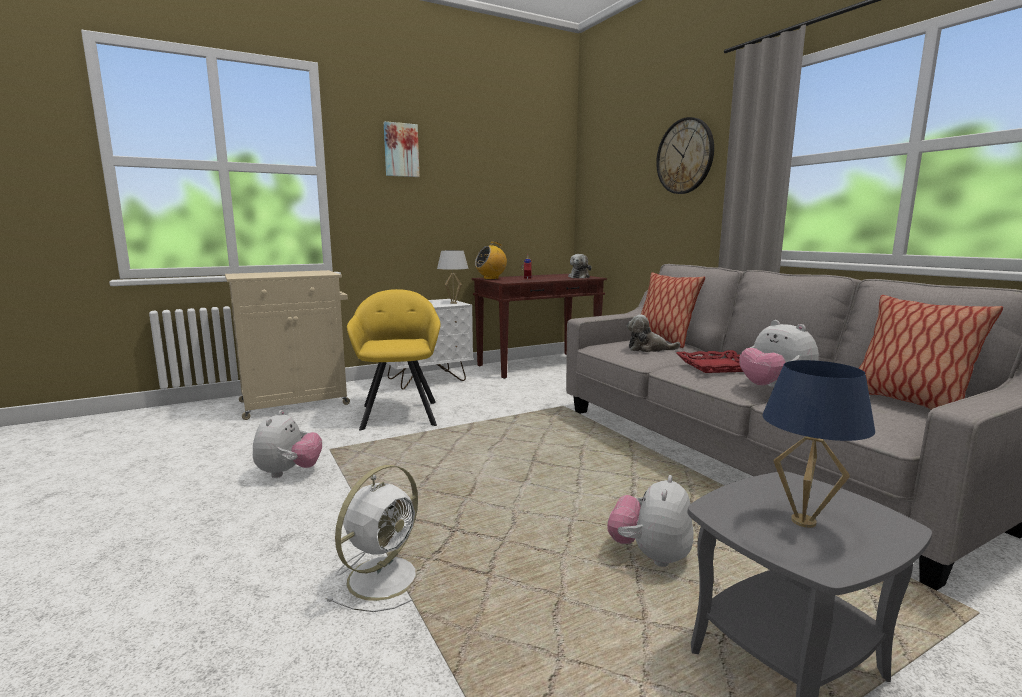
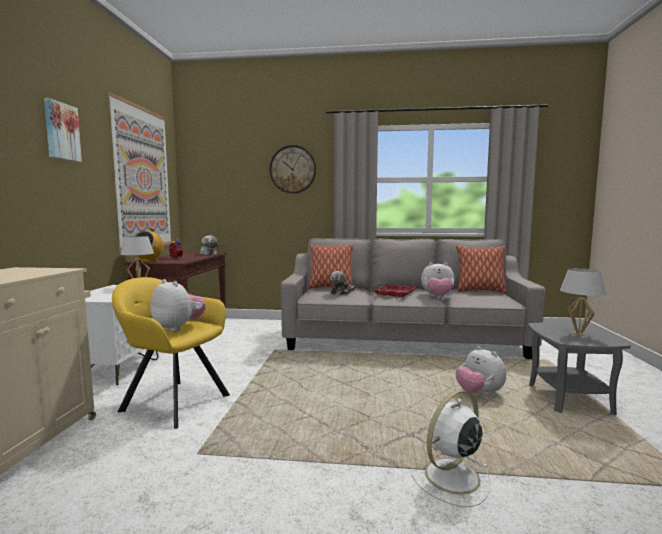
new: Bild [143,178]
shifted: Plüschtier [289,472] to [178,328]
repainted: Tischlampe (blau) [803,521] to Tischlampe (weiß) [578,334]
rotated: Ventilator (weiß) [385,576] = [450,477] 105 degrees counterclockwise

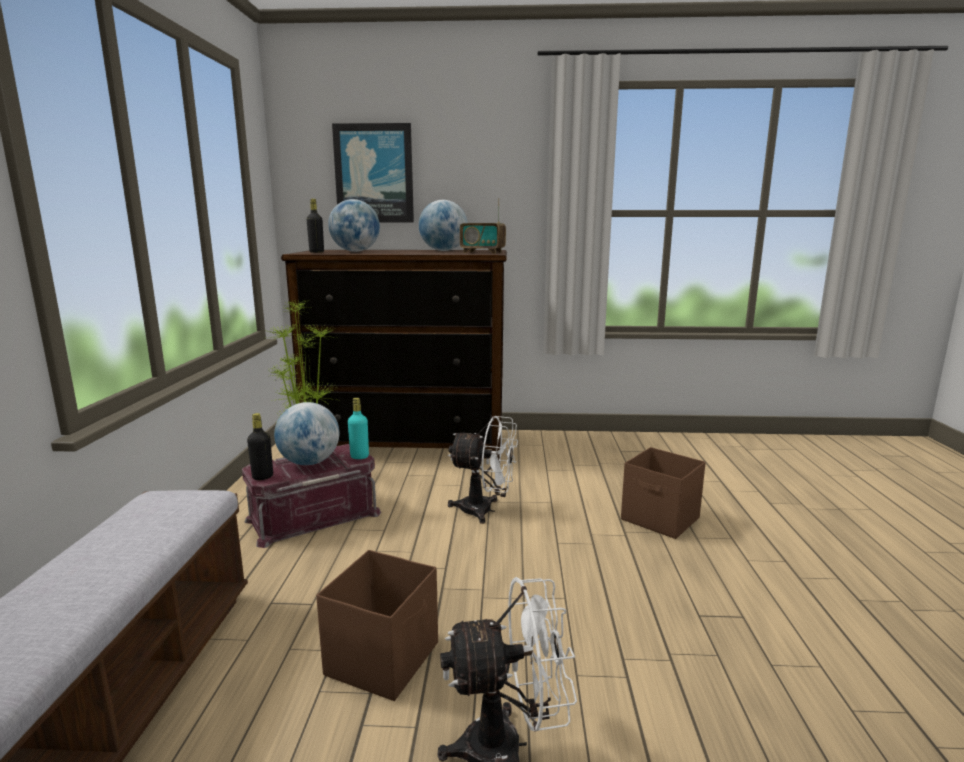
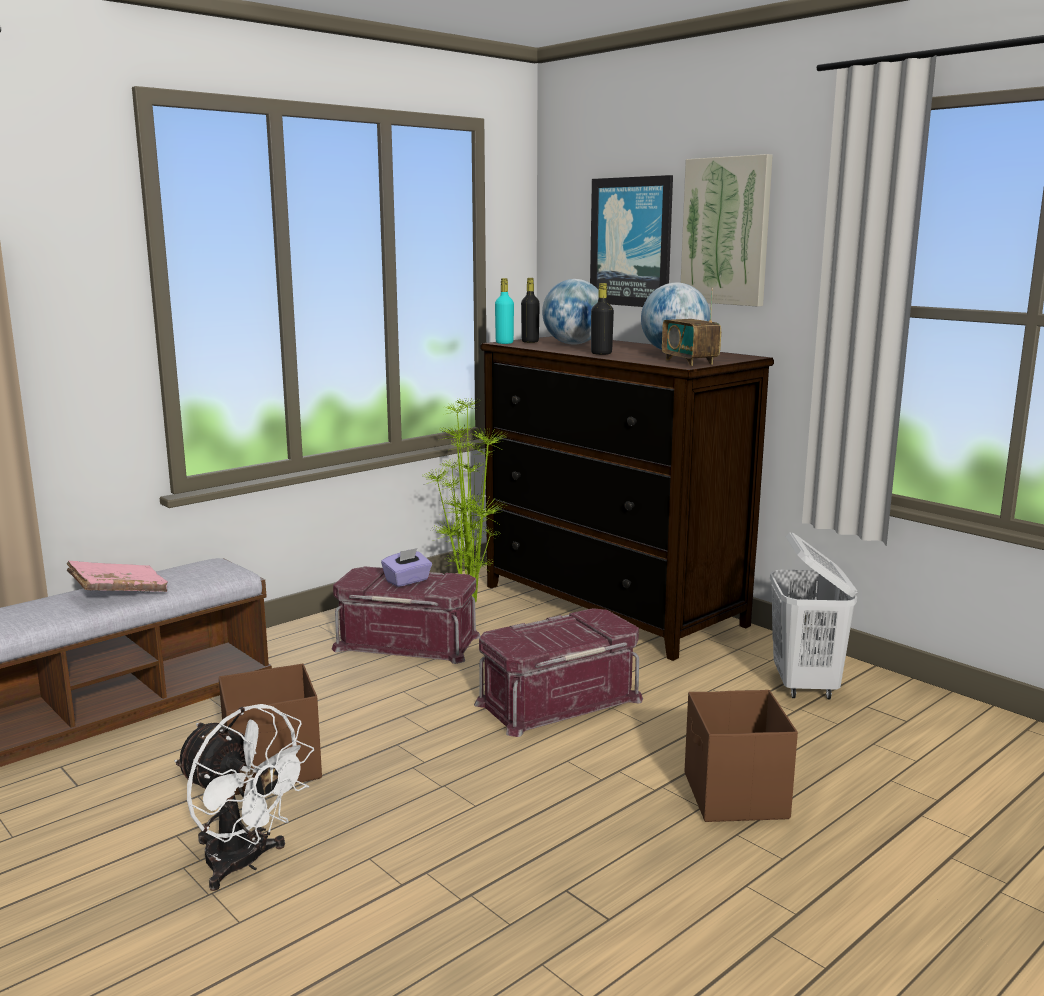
new: Buch (rosa) [119,592]; Bild [726,231]; Wäschekorb (weiß) [805,686]
shifted: Flasche (schwarz) [262,477] to [601,353]; Flasche (türkis) [359,456] to [504,343]
swapped: Globus [309,462] to Taschentuchbox (lila) [407,581]; Ventilator (weiß) [485,510] to Aufbewahrungsbox (rot) [558,700]

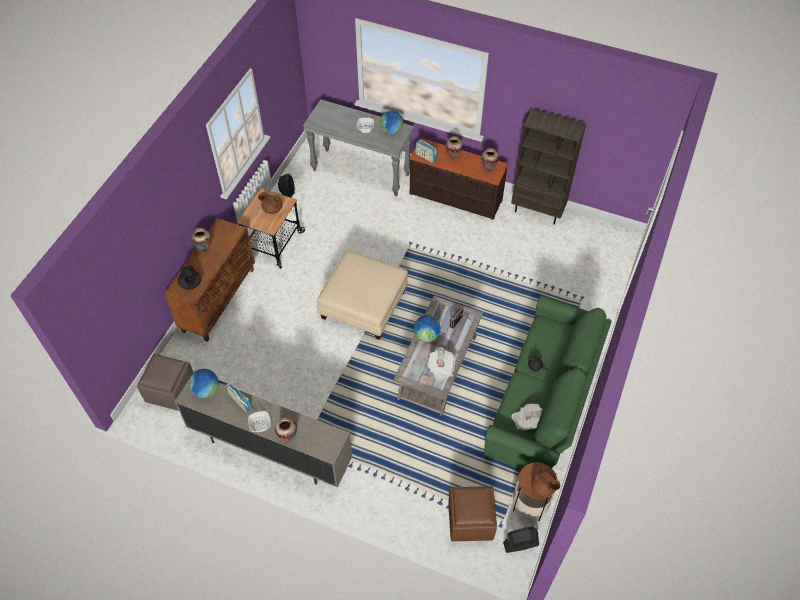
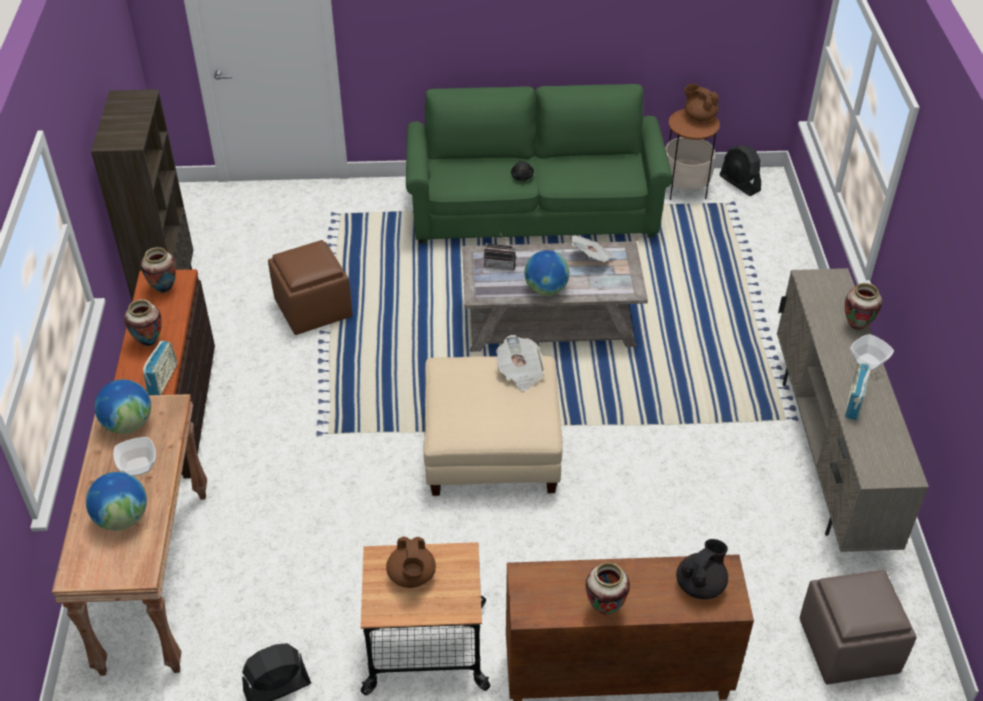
shifted: Globus [206,390] to [122,518]; Polsterhocker (braun) [470,521] to [314,309]; Zeitung [526,420] to [520,373]
repainted: Konsolentisch (grau) [361,172] to Konsolentisch (braun) [154,579]
rotated: Teekanne (braun) [543,487] = [699,116] 75 degrees counterclockwise

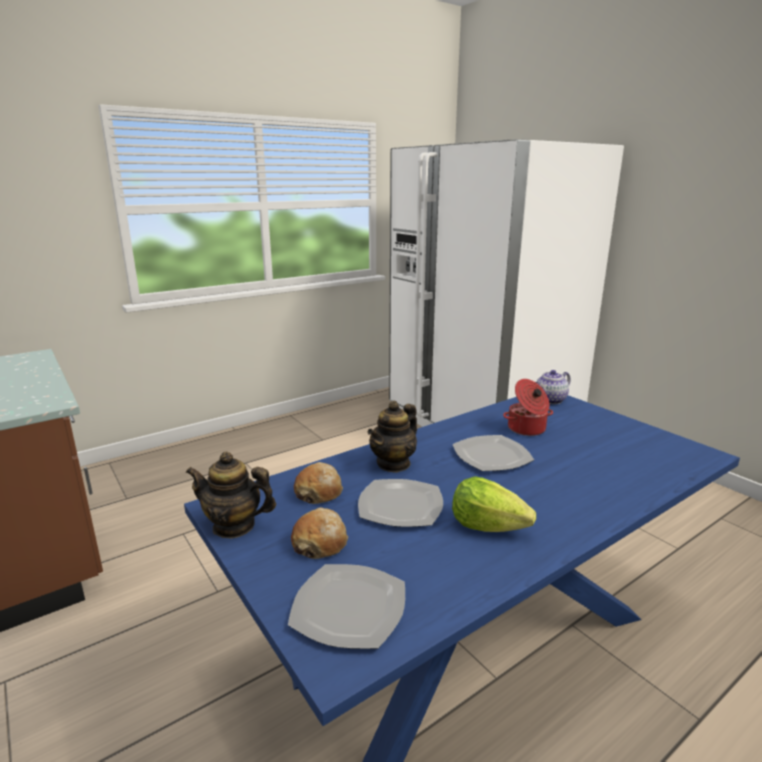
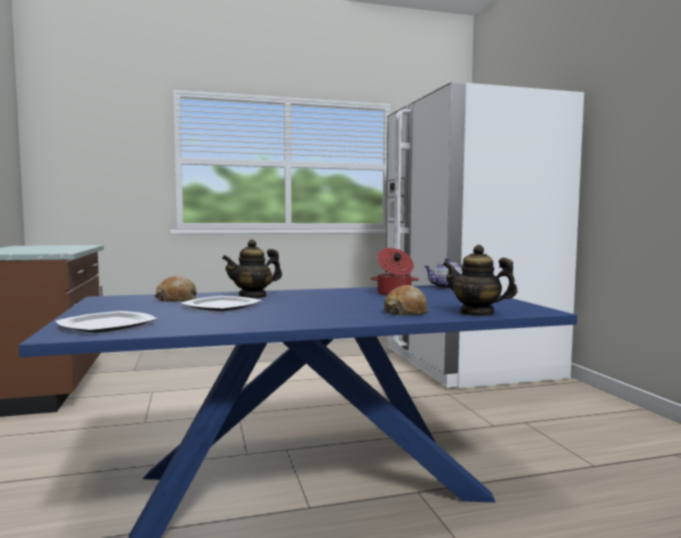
gone: Salatkopf [487,526]; Teller [490,455]
shifted: Teekanne [234,526] to [477,313]; Brot [320,543] to [406,312]

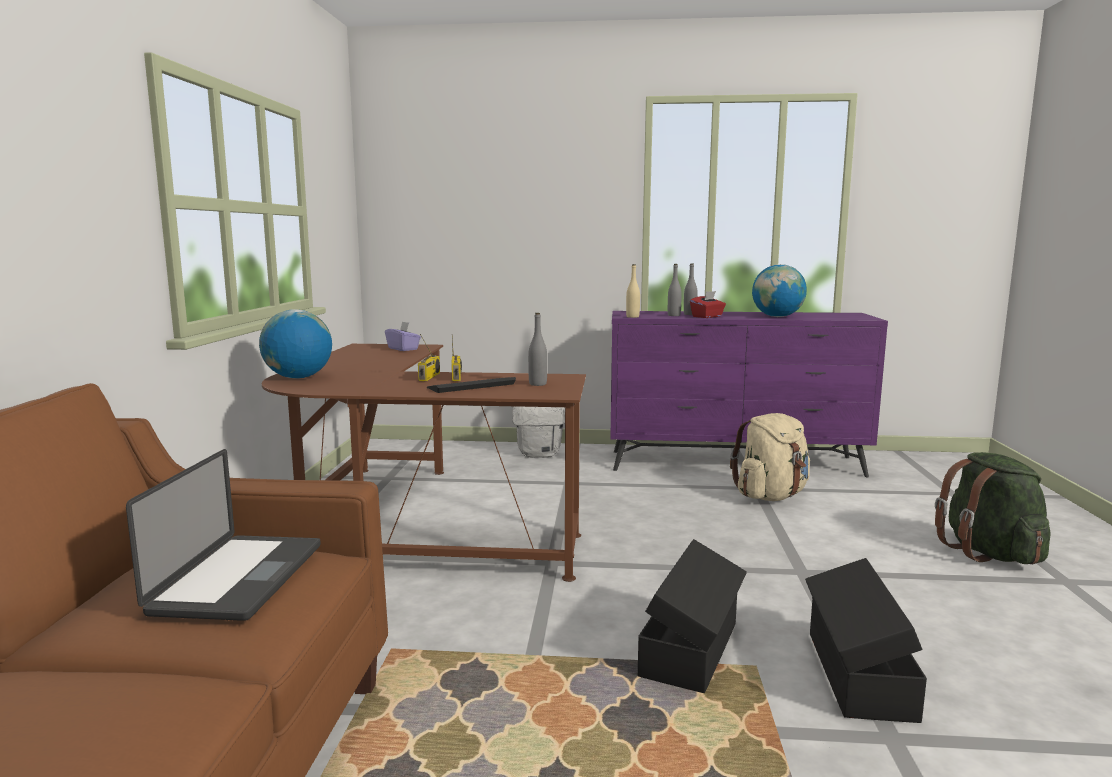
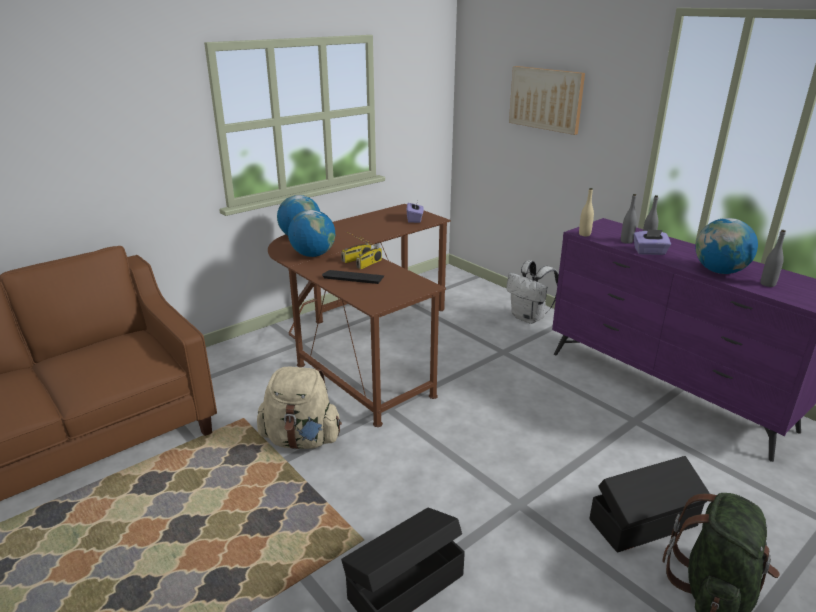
gone: Laptop [239,578]
new: Globus [313,255]; Bild [546,99]
shifted: Flasche (grau) [537,384] to [767,284]; Aufbewahrungsbox (schwarz) [692,649] to [645,523]; Rucksack (beige) [771,496] to [301,439]
repainted: Taschentuchbox (rot) [707,317] to Taschentuchbox (lila) [649,252]

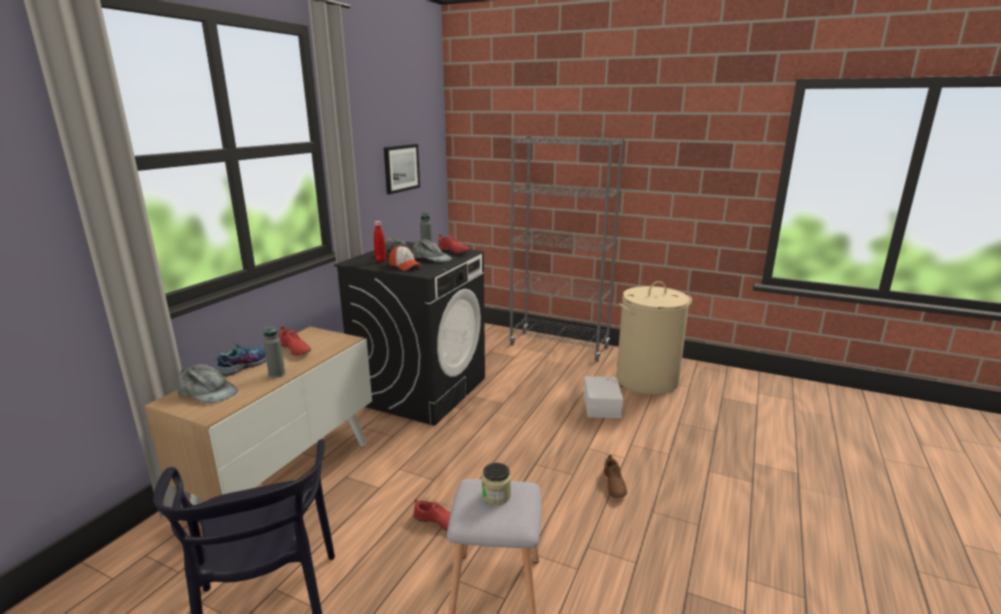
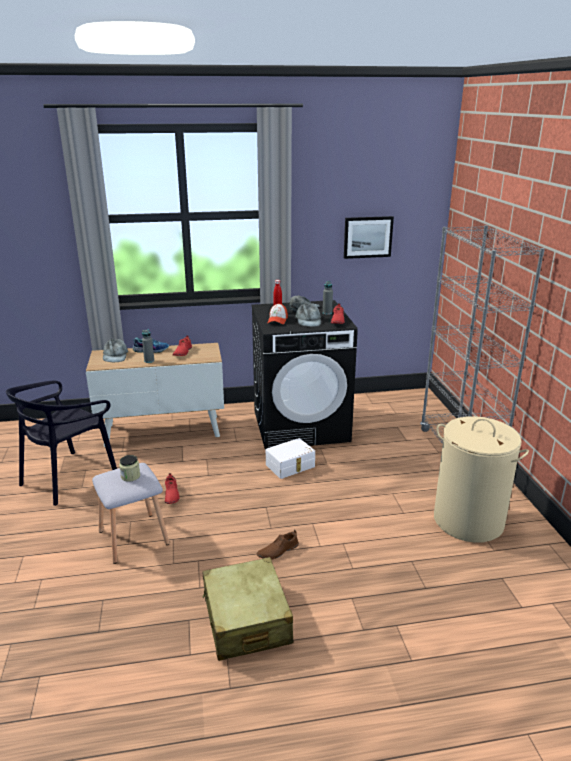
new: Koffer (beige) [246,620]
shifted: Aufbewahrungsbox (weiß) [603,405] to [291,466]

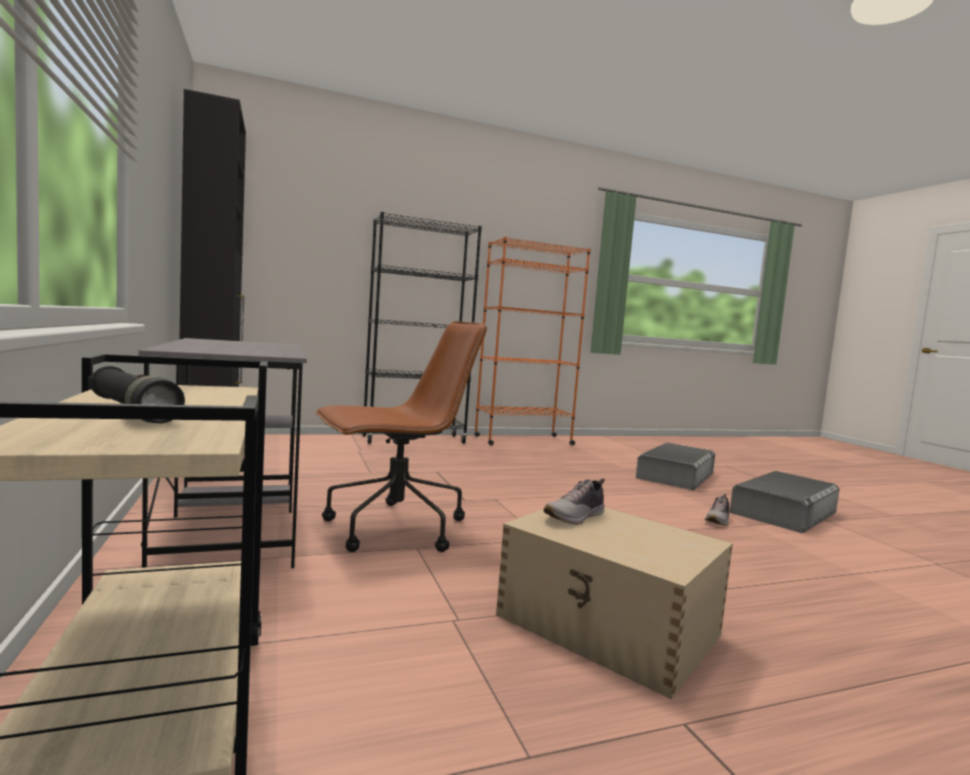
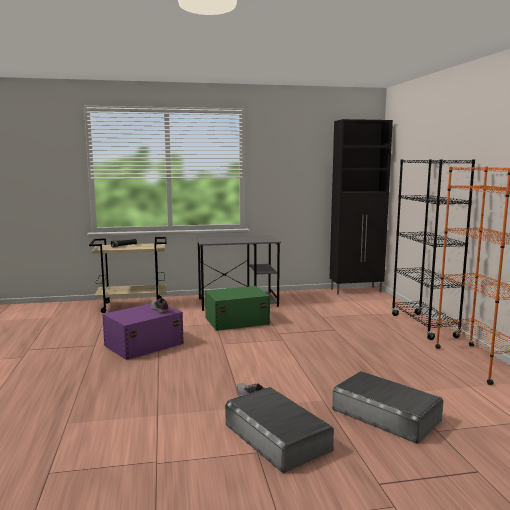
swapped: Bürostuhl (braun) [393,529] to Aufbewahrungsbox (grün) [236,321]
repainted: Aufbewahrungsbox (beige) [609,626] to Aufbewahrungsbox (lila) [143,344]

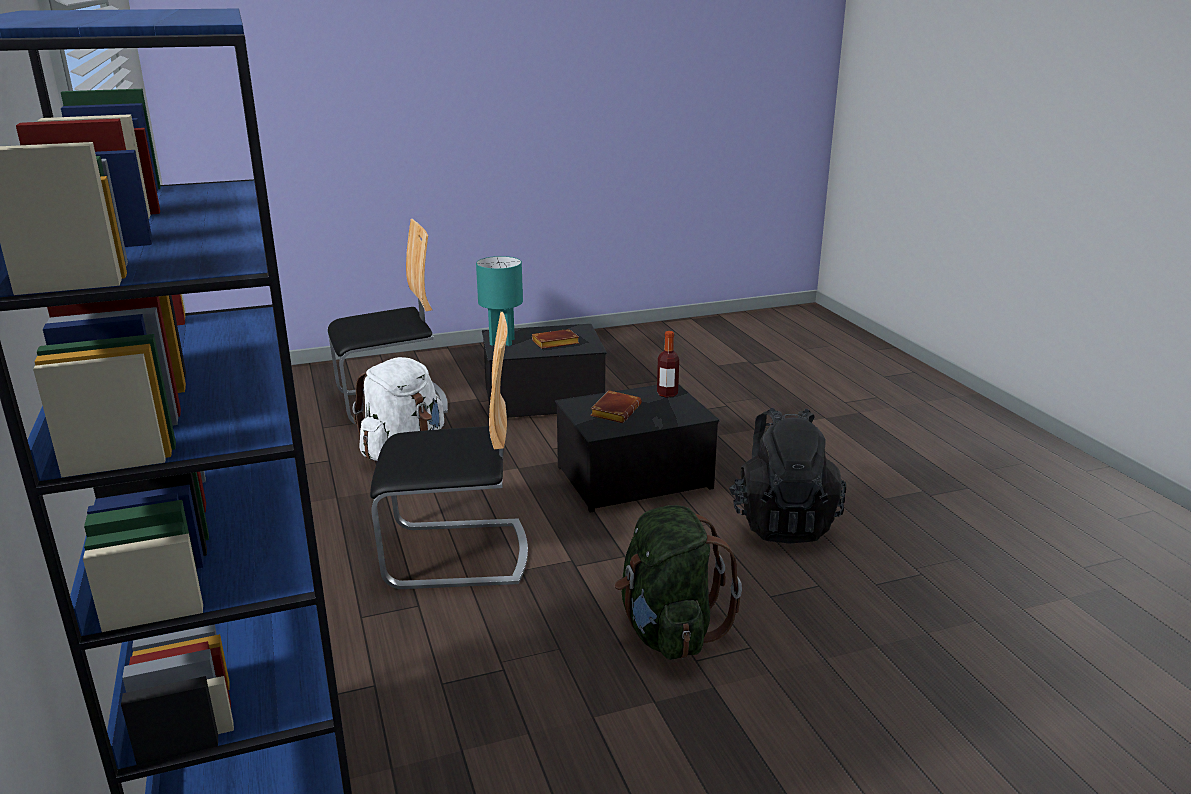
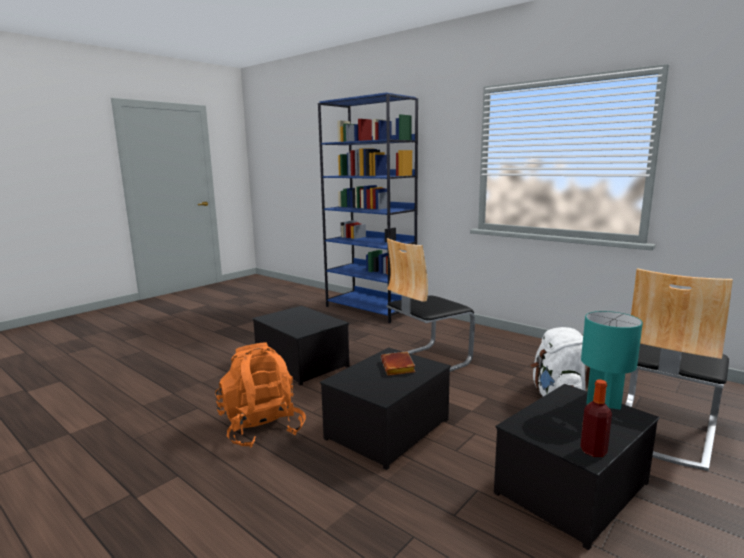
gone: Buch (braun) [554,344]
shifted: Flasche [667,394] to [593,451]
swapped: Rucksack (grün) [668,631] to Aufbewahrungsbox [300,363]
repainted: Rucksack (schwarz) [782,522] to Rucksack (orange) [262,428]

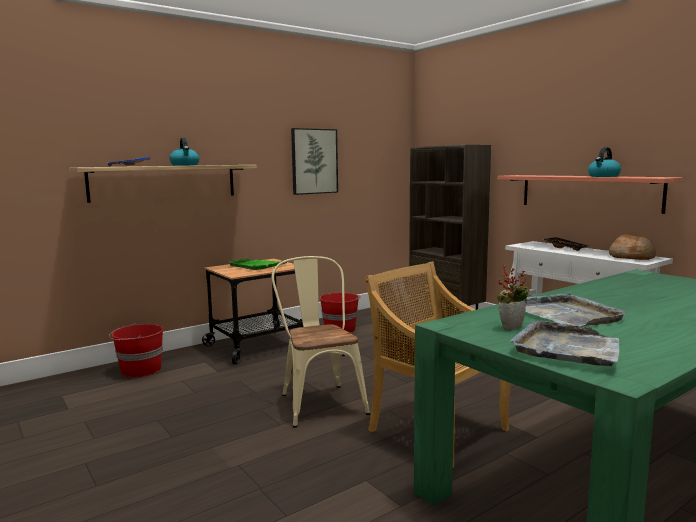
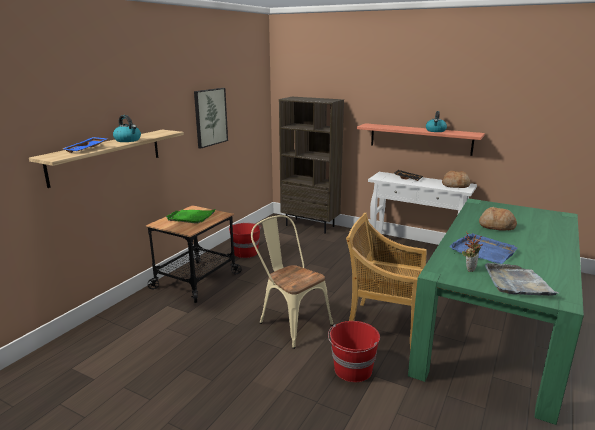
new: Brot [496,226]
shifted: Eimer (rot) [140,370] to [352,370]
repainted: Tablett (grau) [566,314] to Tablett (blau) [483,251]

